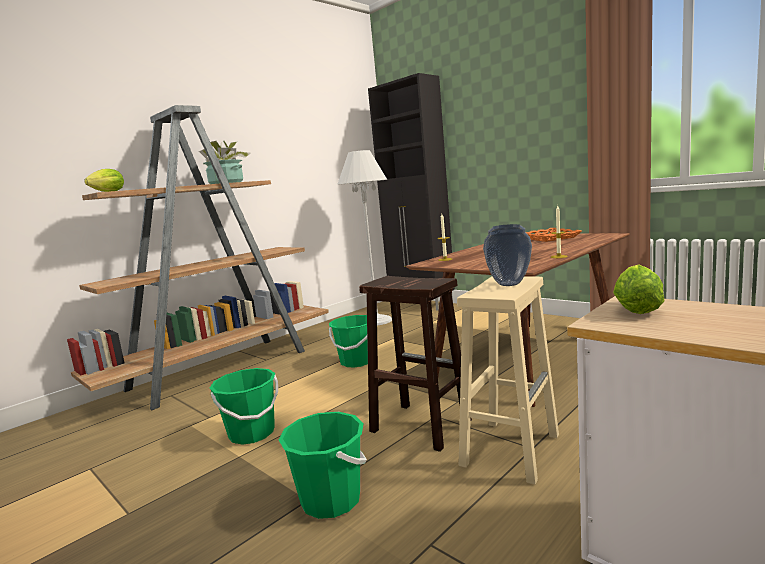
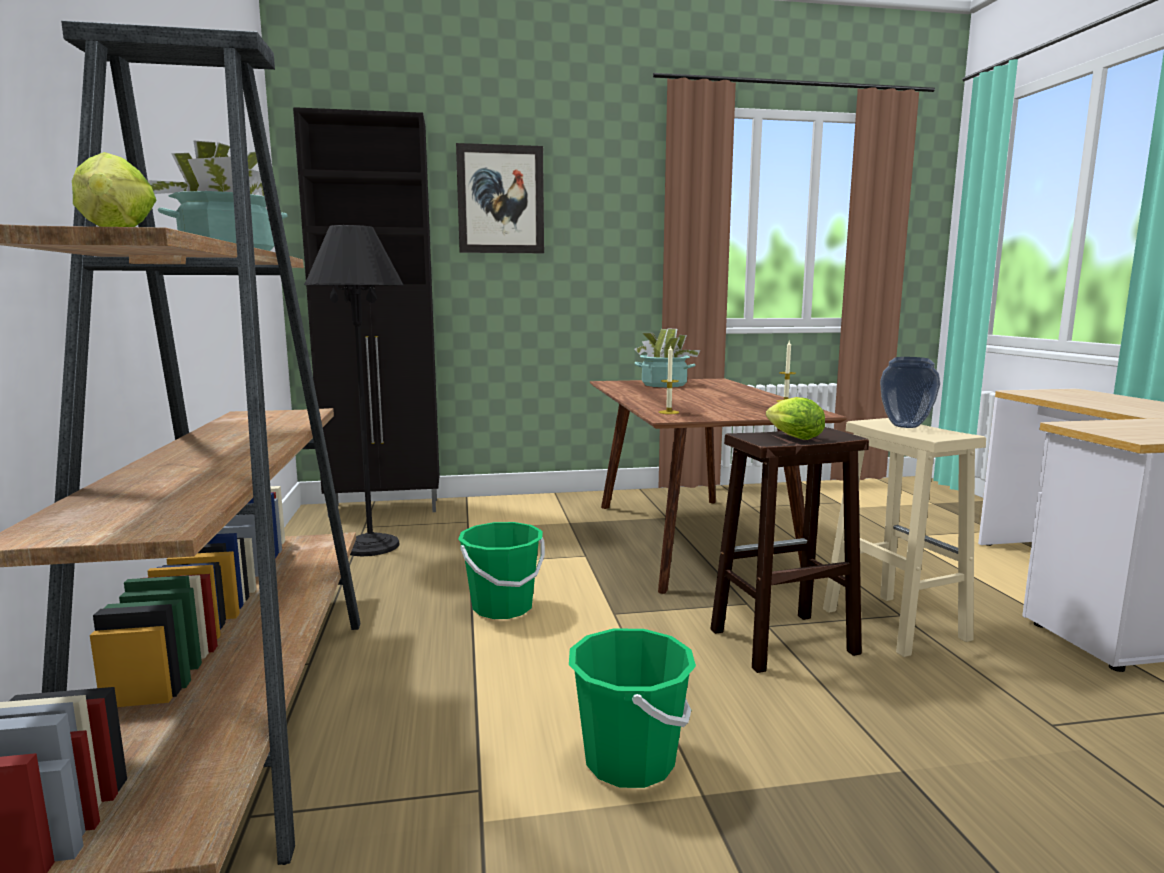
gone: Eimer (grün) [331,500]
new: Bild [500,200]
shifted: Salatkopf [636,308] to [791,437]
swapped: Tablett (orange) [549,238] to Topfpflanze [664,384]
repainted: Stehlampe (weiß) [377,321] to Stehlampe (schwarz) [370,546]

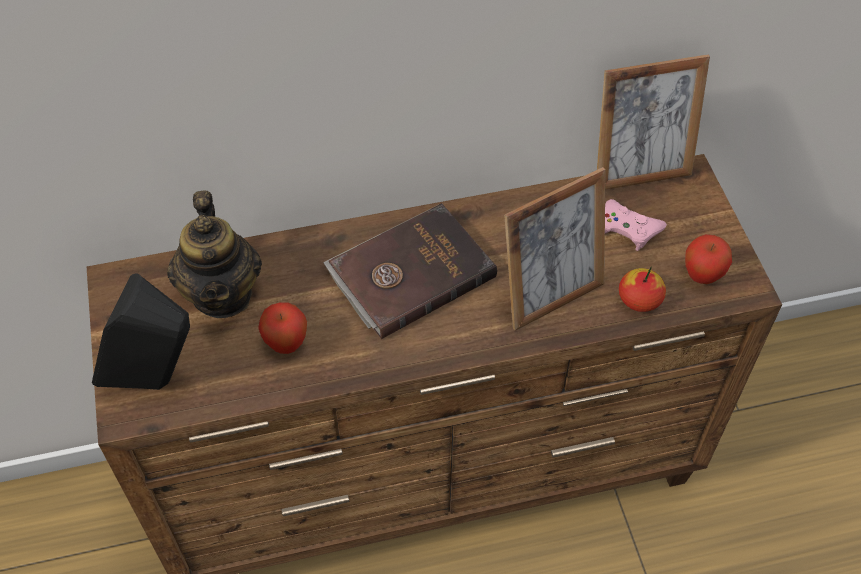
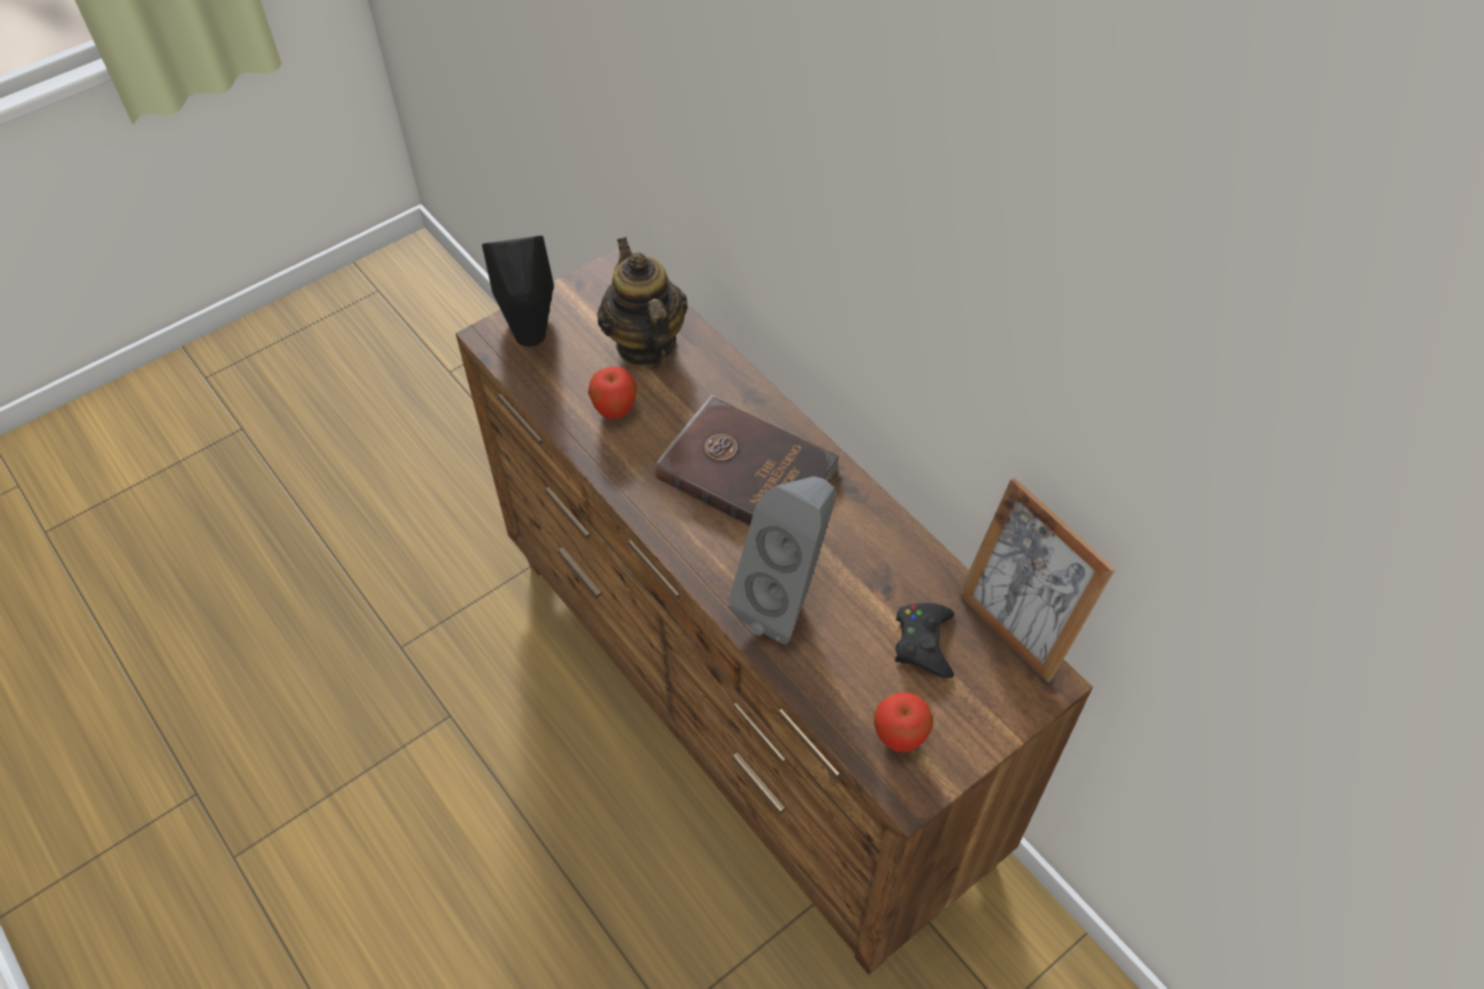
gone: Apfel [639,300]
swapped: Bilderrahmen [550,296] to Lautsprecher (grau) [787,600]
repainted: Gamepad (rosa) [628,228] to Gamepad (schwarz) [923,643]
rotated: Teekanne [223,294] = [645,344] 105 degrees clockwise

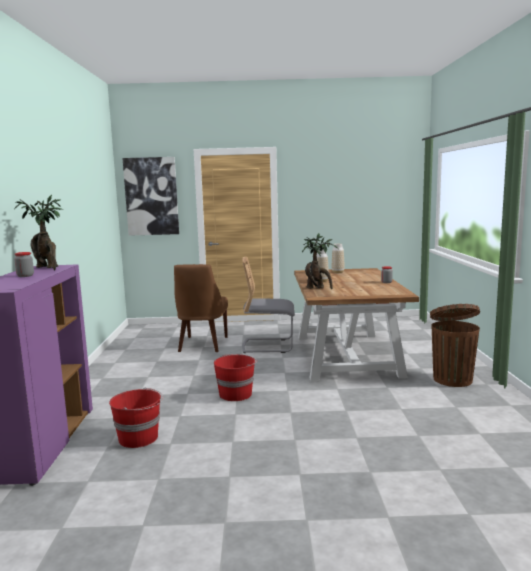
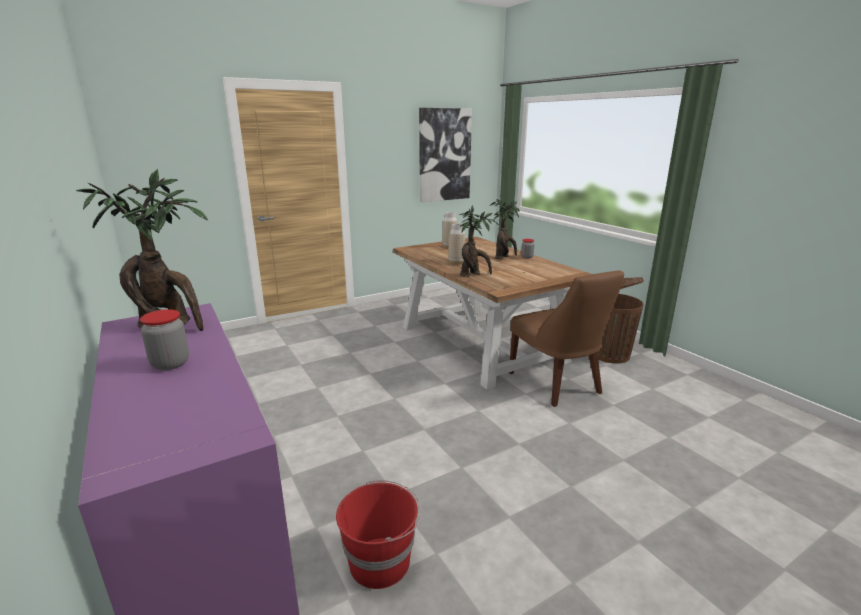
gone: Eimer (rot) [236,394]; Stuhl (grau) [268,346]
new: Topfpflanze [503,257]
shifted: Bild [151,196] to [444,155]; Stuhl (braun) [202,345] to [557,384]

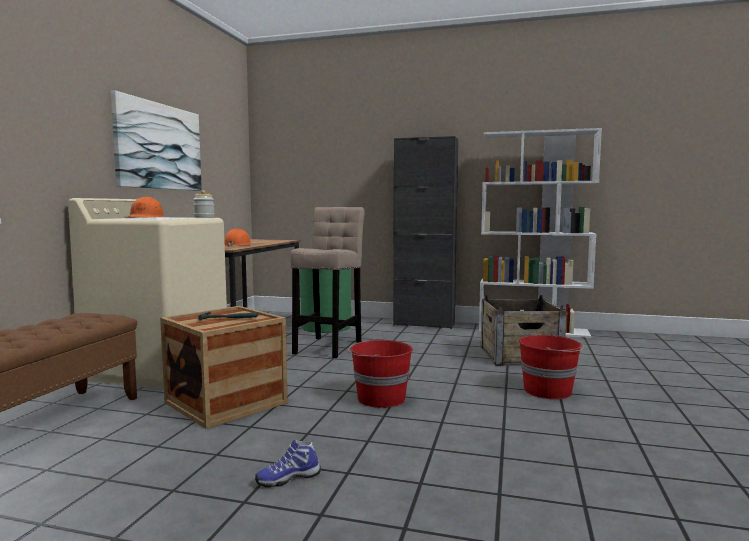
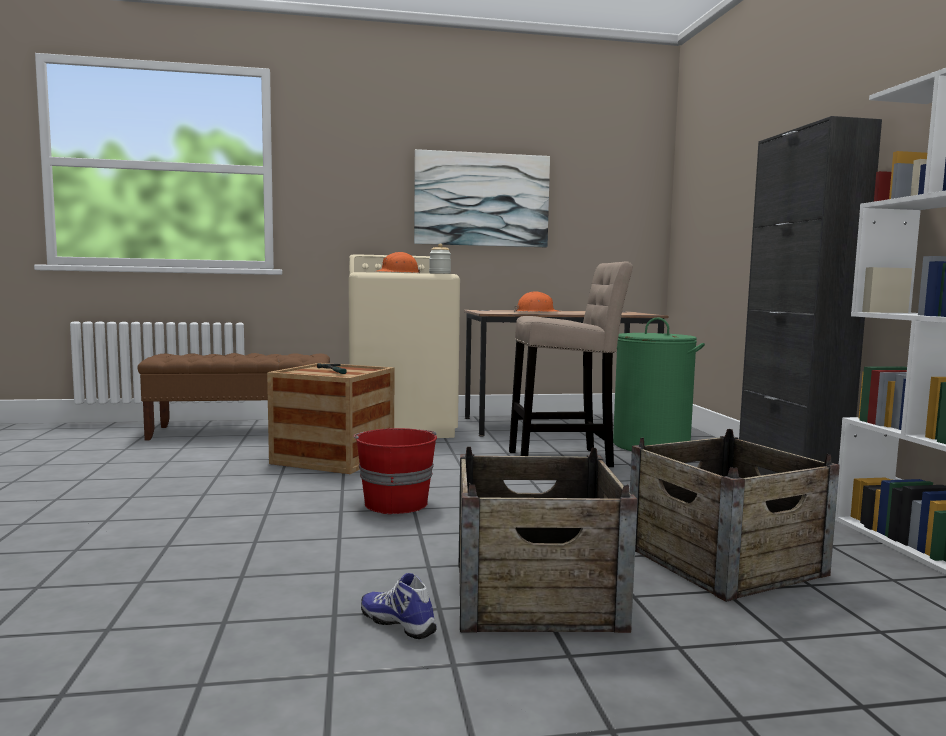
shifted: Schuh [288,478] to [399,623]
swapped: Eimer (rot) [548,391] to Kiste [536,593]

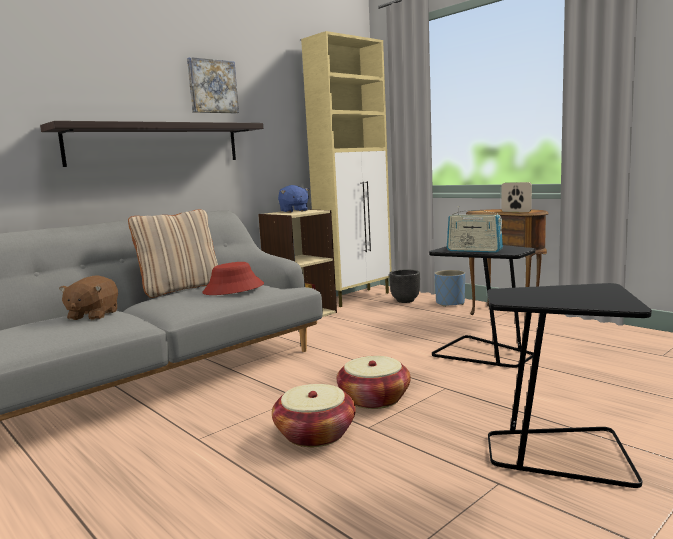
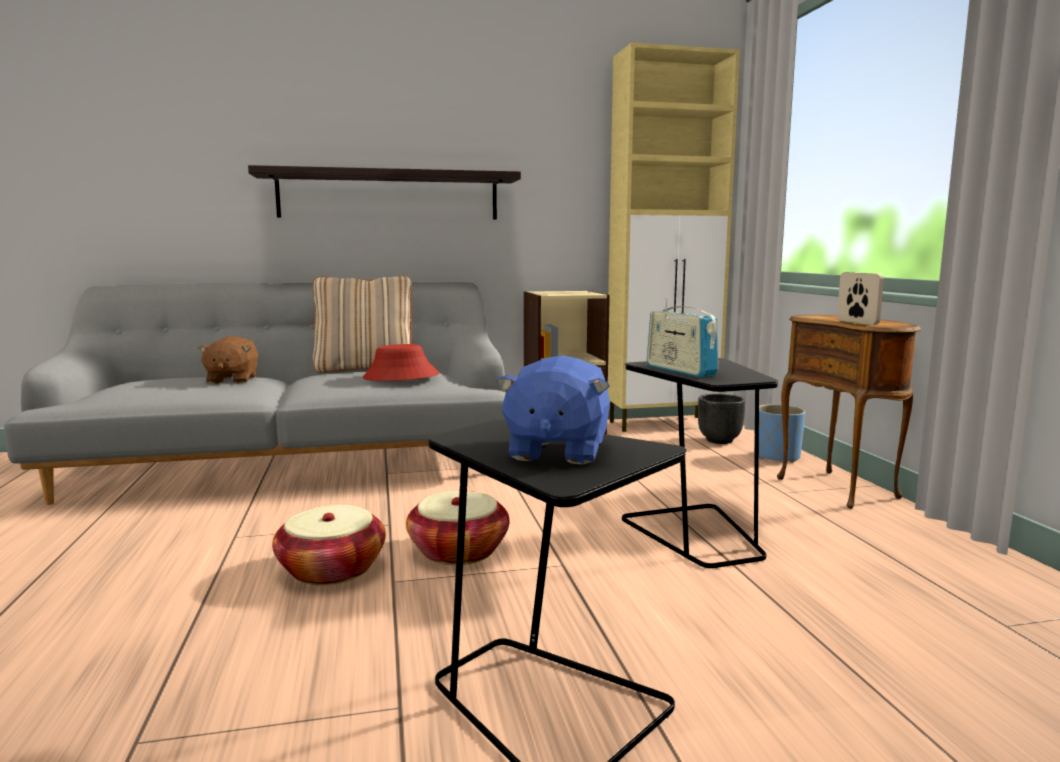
gone: Bild [212,86]
shifted: Plüschtier (blau) [293,211] to [556,451]
rotated: Plüschtier (braun) [92,316] = [232,380] 45 degrees counterclockwise

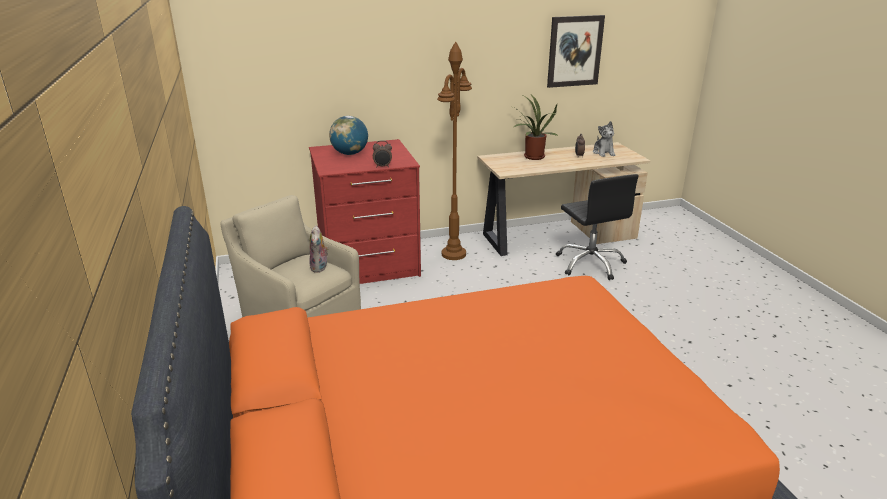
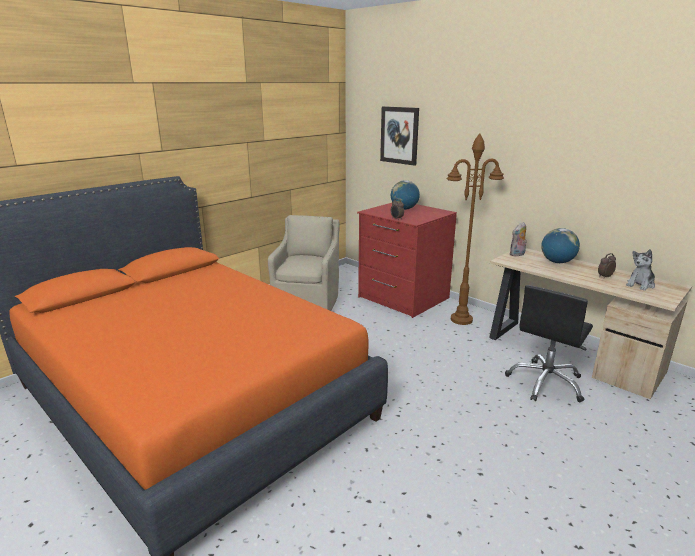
shifted: Plüschtier [320,268] to [517,255]; Bild [574,51] to [399,135]
swapped: Topfpflanze [532,157] to Globus [557,262]

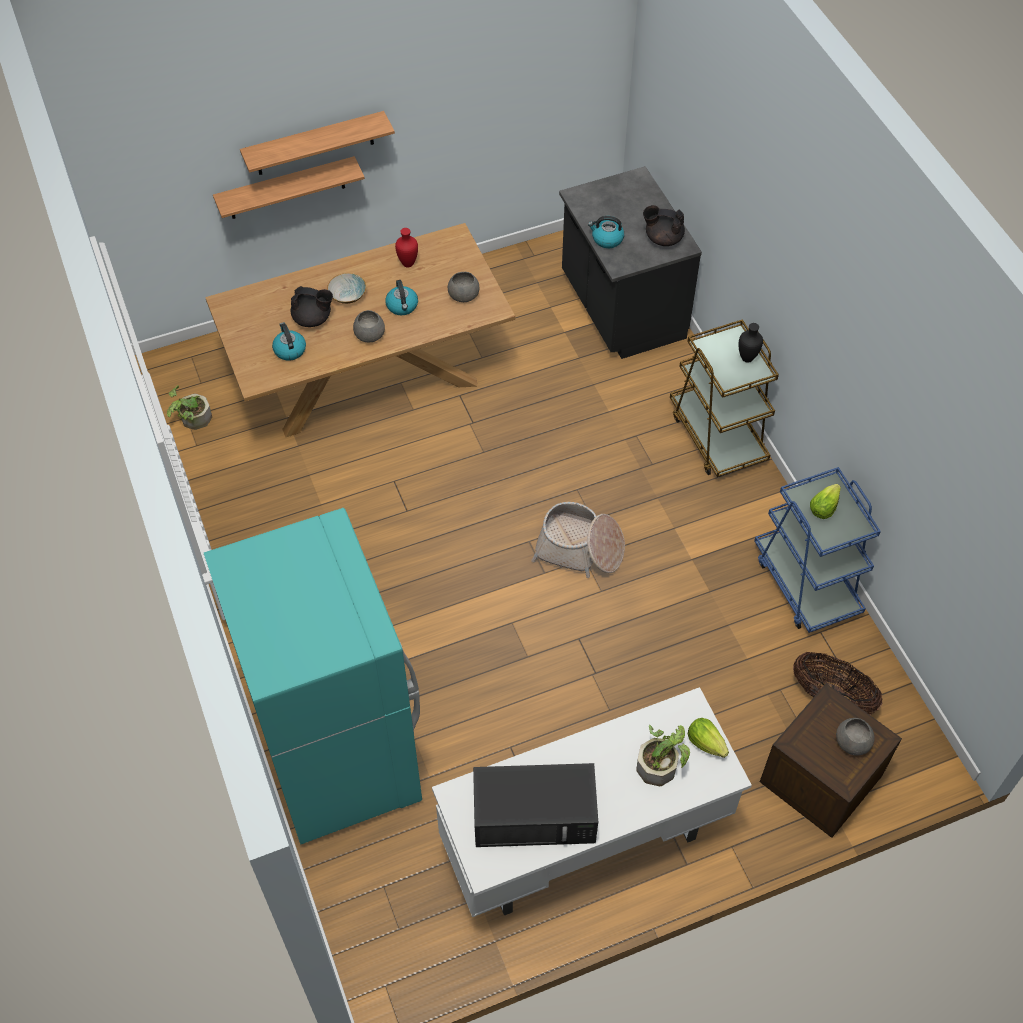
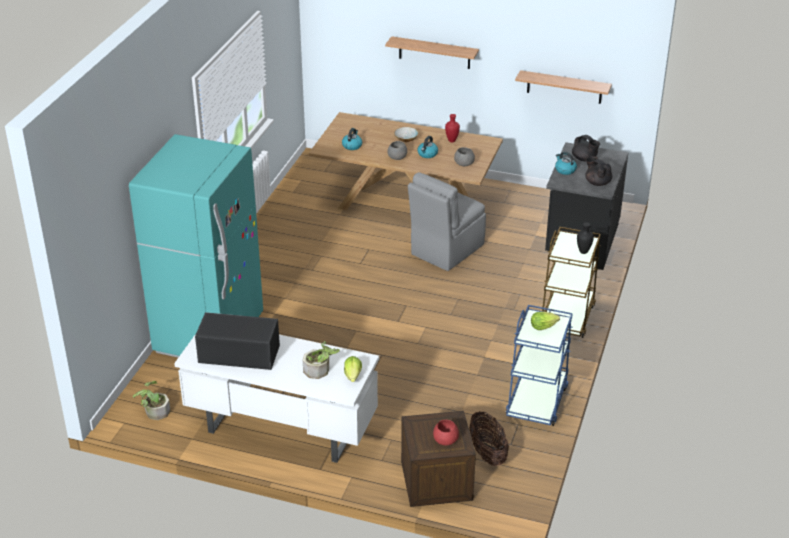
gone: Korb [579,549]
new: Stuhl (grau) [446,250]
shifted: Topfpflanze [192,419] to [154,411]; Wandregal [286,188] to [564,87]; Teekanne (schwarz) [313,319] to [584,159]
repainted: Schüssel (grau) [853,743] to Schüssel (rot) [445,440]
rotated: Mikrowelle (schwarz) [536,815] = [237,354] 150 degrees clockwise

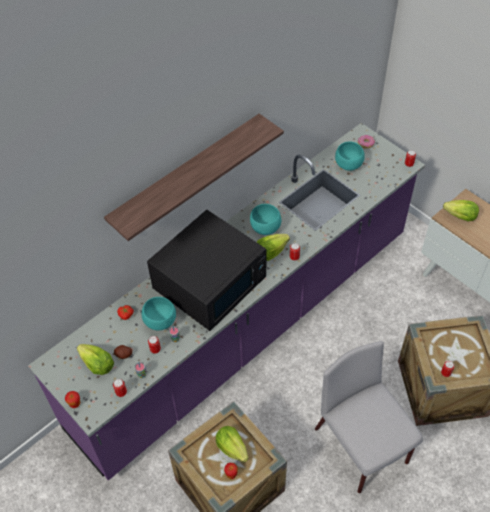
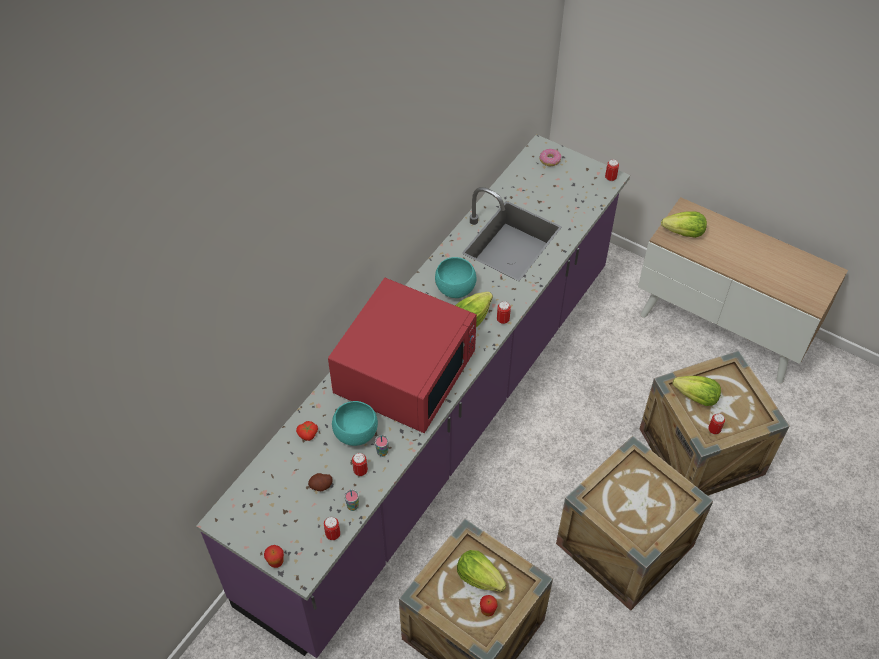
gone: Wandregal [187,176]; Schüssel (türkis) [349,165]
shifted: Salatkopf [97,365] to [696,398]
swapped: Stuhl (grau) [362,447] to Kiste [624,545]
repainted: Mikrowelle (schwarz) [210,283] to Mikrowelle (rot) [406,372]

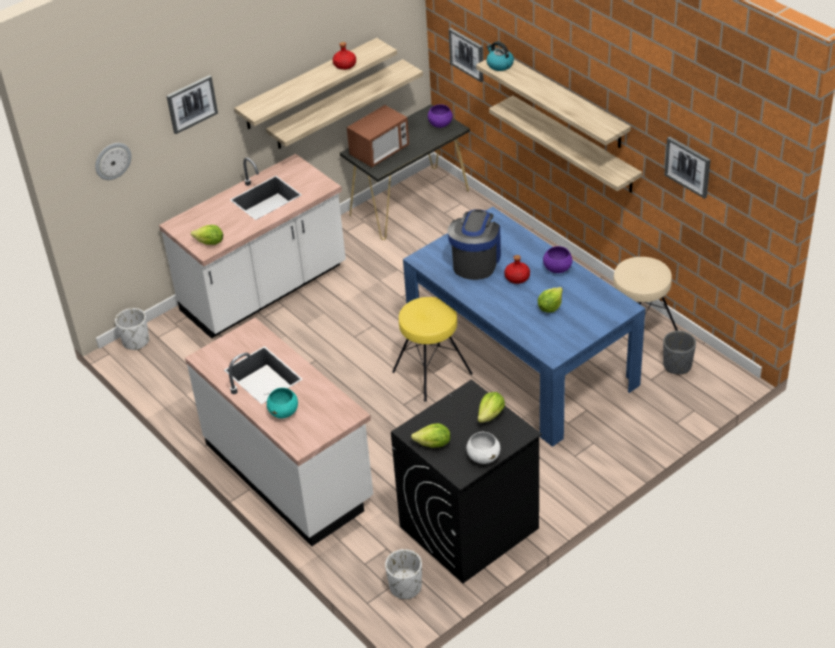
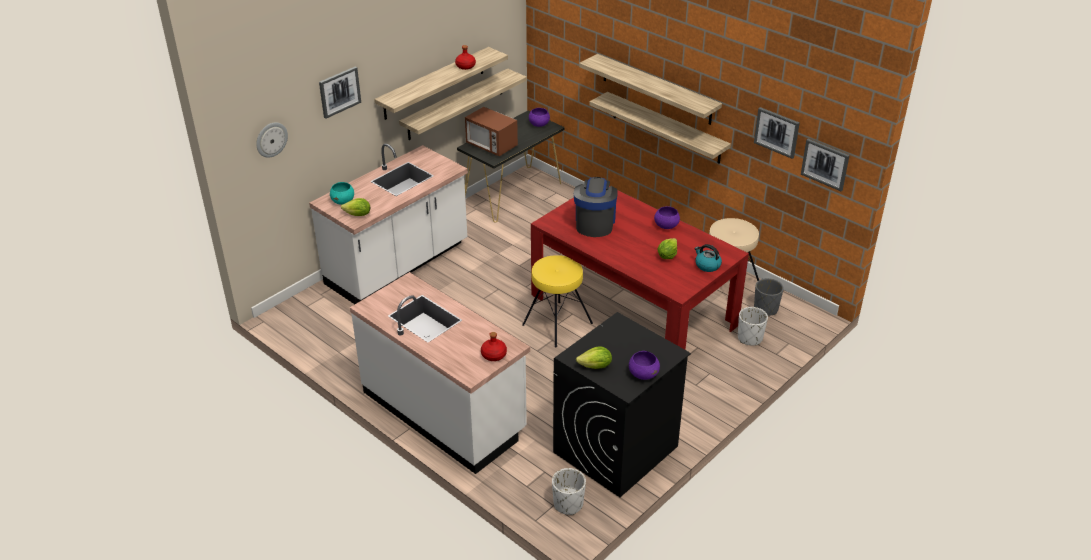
gone: Salatkopf [491,415]
shifted: Pflanzkübel (weiß) [136,341] to [749,338]; Schüssel (türkis) [284,412] to [343,201]; Bild [467,54] to [825,164]; Wasserkessel [499,65] to [707,265]; Flasche (rot) [517,277] to [494,355]
repainted: Esstisch (blau) [521,359] to Esstisch (rot) [632,310]; Schüssel (weiß) [483,456] to Schüssel (lila) [643,374]
rotated: Mikrowelle [379,152] = [491,146] 90 degrees clockwise

